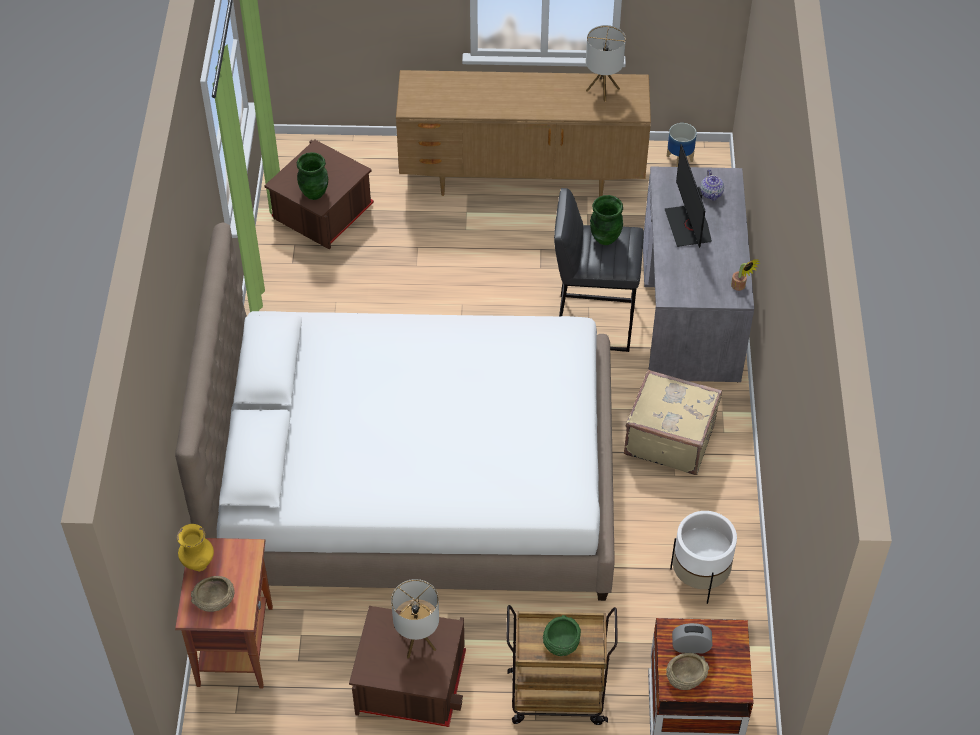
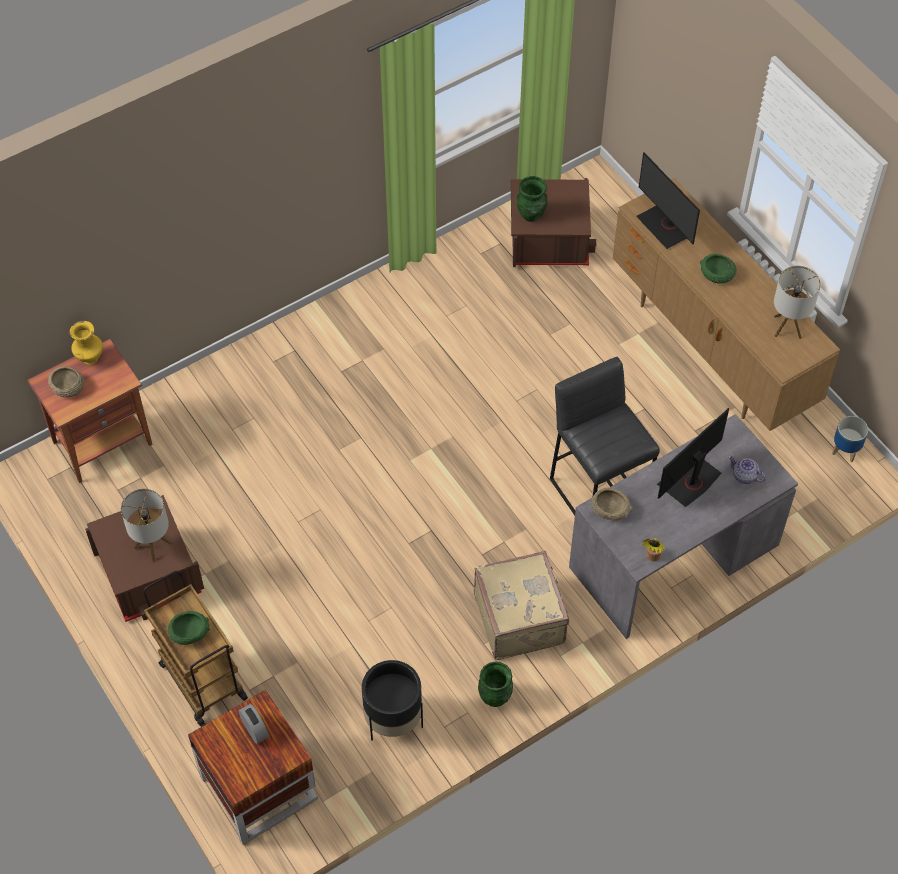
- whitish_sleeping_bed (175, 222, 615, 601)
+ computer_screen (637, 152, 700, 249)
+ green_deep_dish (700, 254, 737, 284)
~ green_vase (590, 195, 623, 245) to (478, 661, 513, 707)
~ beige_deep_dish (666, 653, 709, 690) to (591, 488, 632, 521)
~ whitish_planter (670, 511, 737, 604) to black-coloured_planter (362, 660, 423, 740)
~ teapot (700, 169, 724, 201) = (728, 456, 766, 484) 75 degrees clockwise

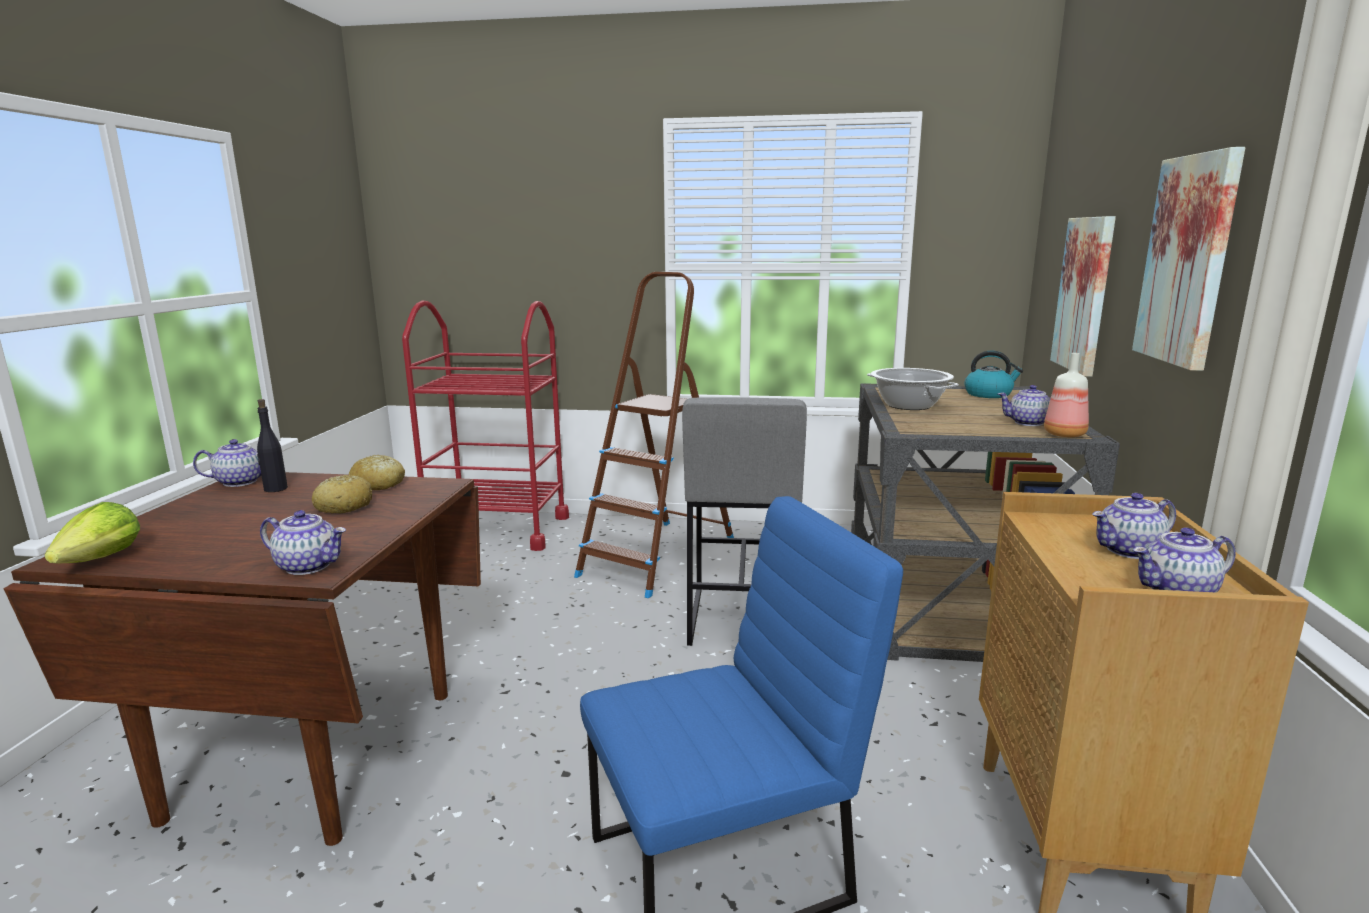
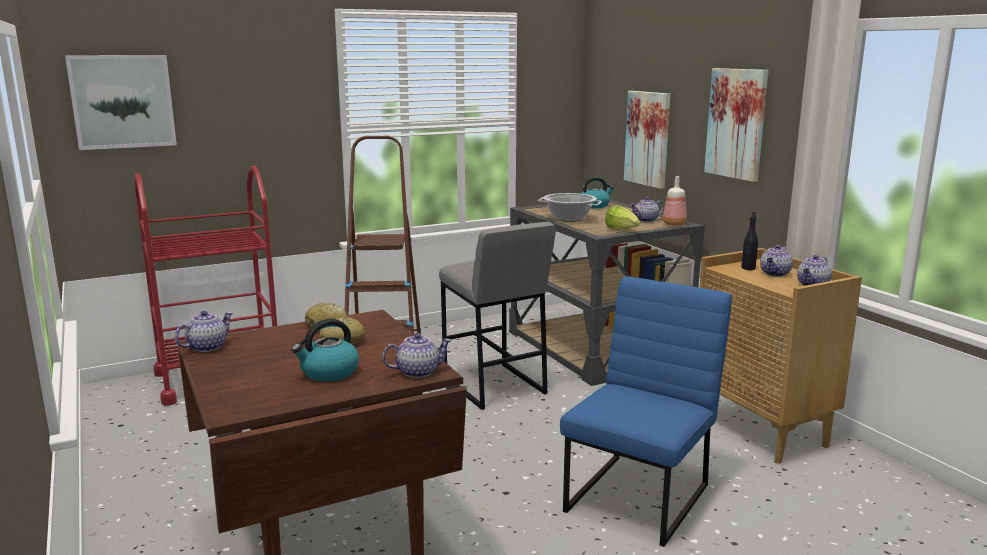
+ wall_picture (65, 55, 177, 150)
+ water_kettle (291, 319, 359, 381)
~ head_of_lettuce (44, 502, 140, 564) to (605, 206, 640, 230)
~ black-coloured_drink_bottle (257, 399, 288, 492) to (741, 211, 758, 270)

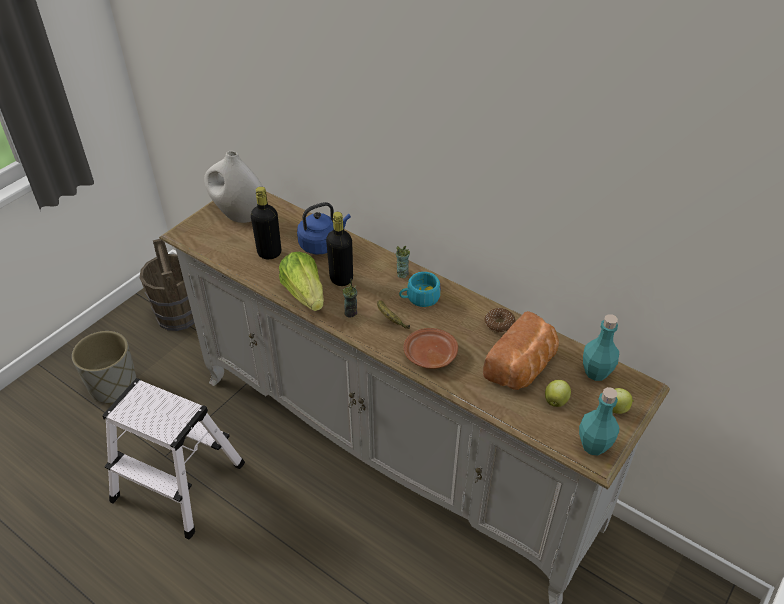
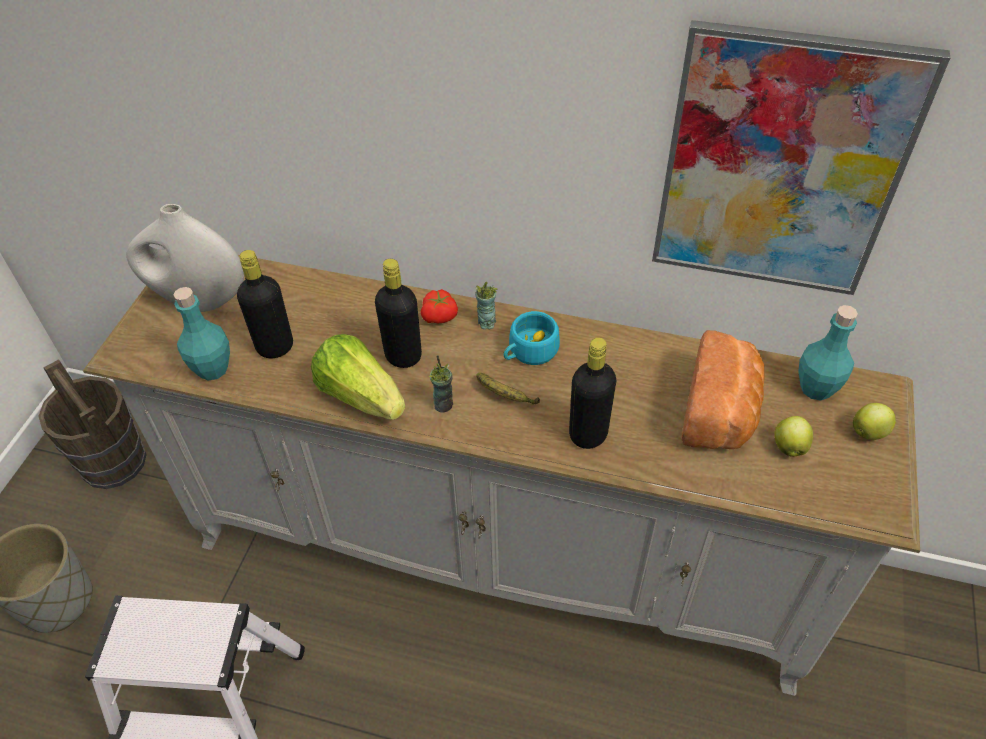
- bluish_water_kettle (297, 202, 351, 254)
- donut (484, 308, 516, 333)
+ fresh_tomato (421, 289, 458, 324)
+ wall_picture (652, 20, 950, 295)
~ turquoise-coloured_drink_bottle (579, 387, 619, 456) to (174, 287, 230, 381)
~ brown-coloured_plate (403, 328, 458, 369) to black-coloured_drink_bottle (569, 338, 616, 449)

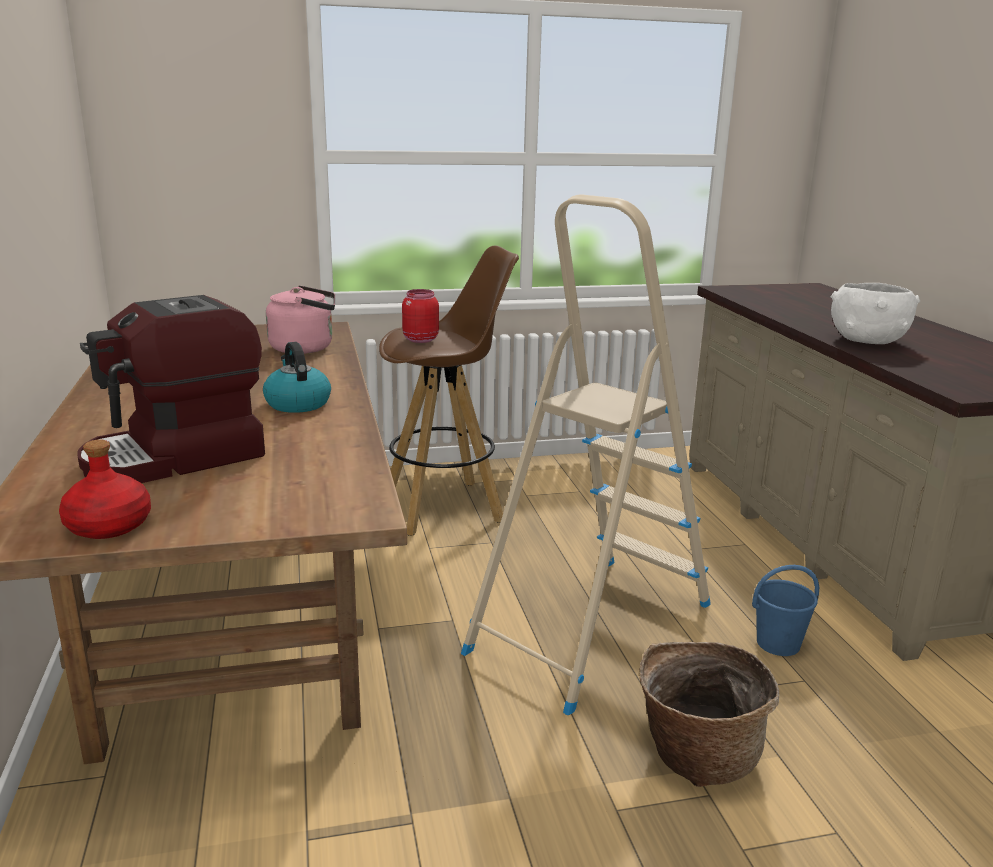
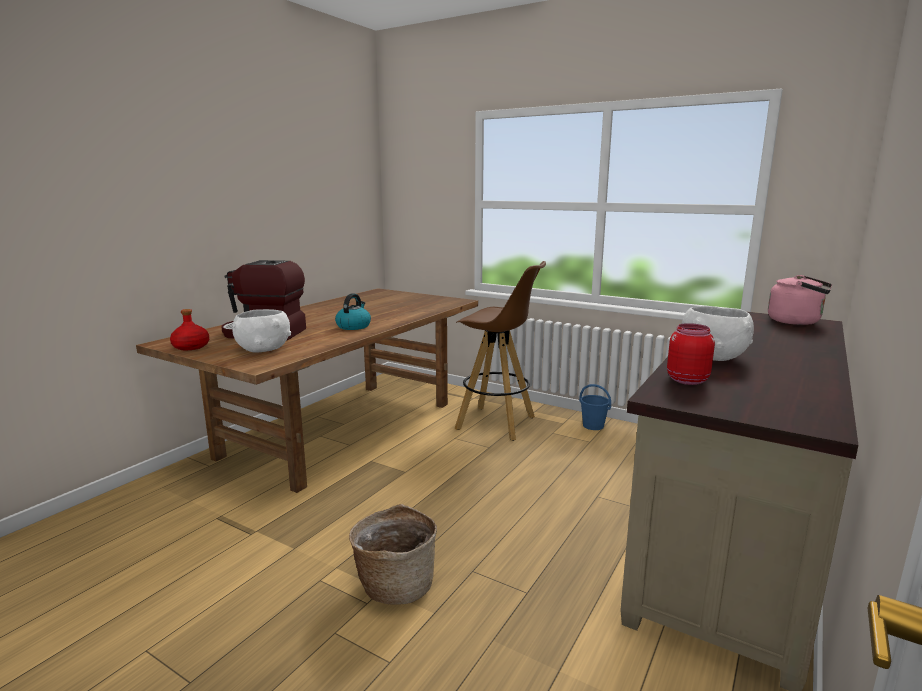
- beige_step_ladder (461, 194, 711, 715)
+ whitish_deep_dish (233, 309, 291, 352)
~ pink_water_kettle (266, 286, 335, 354) to (768, 275, 832, 325)
~ red_storage_jar (402, 289, 439, 343) to (667, 323, 715, 385)
~ bluish_bucket (752, 565, 819, 656) to (579, 384, 611, 430)

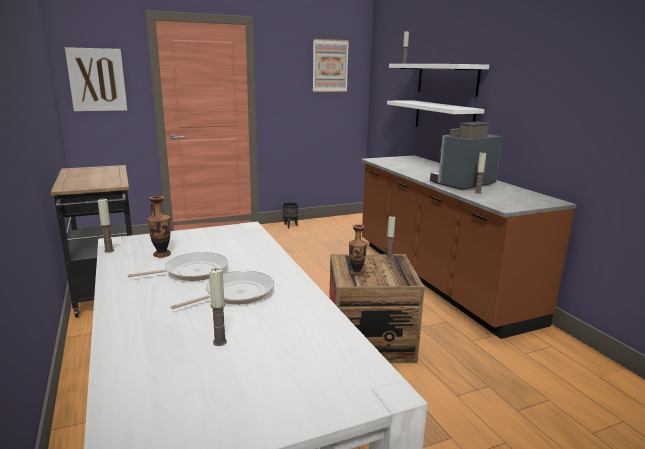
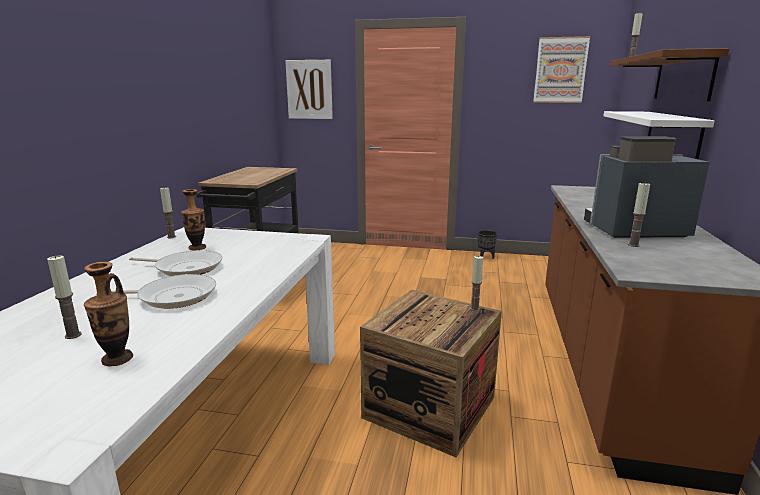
~ vase (349, 224, 367, 276) to (84, 262, 133, 366)
~ whitish_shelf (389, 64, 489, 97) to brown-coloured_shelf (610, 48, 730, 101)

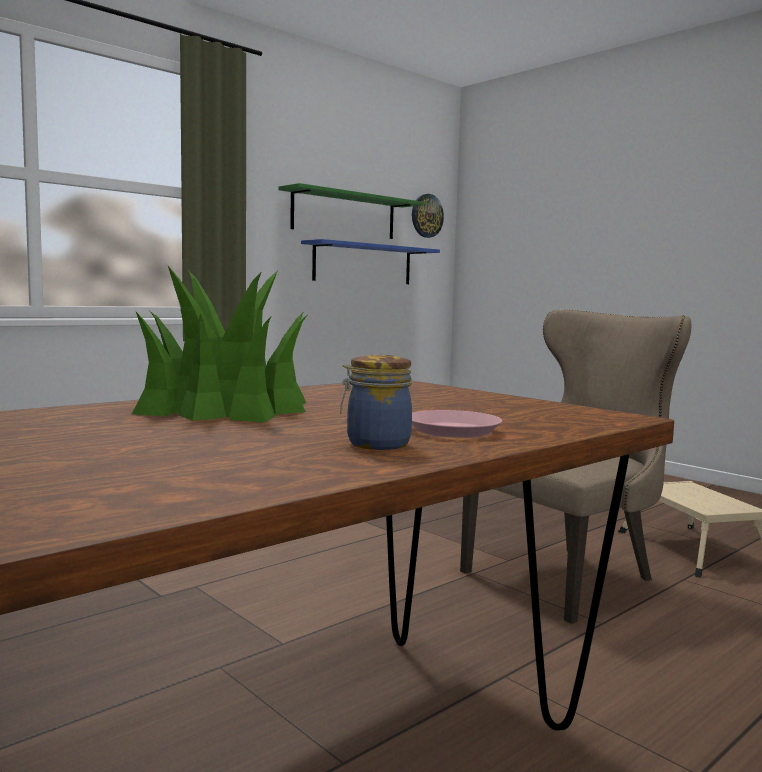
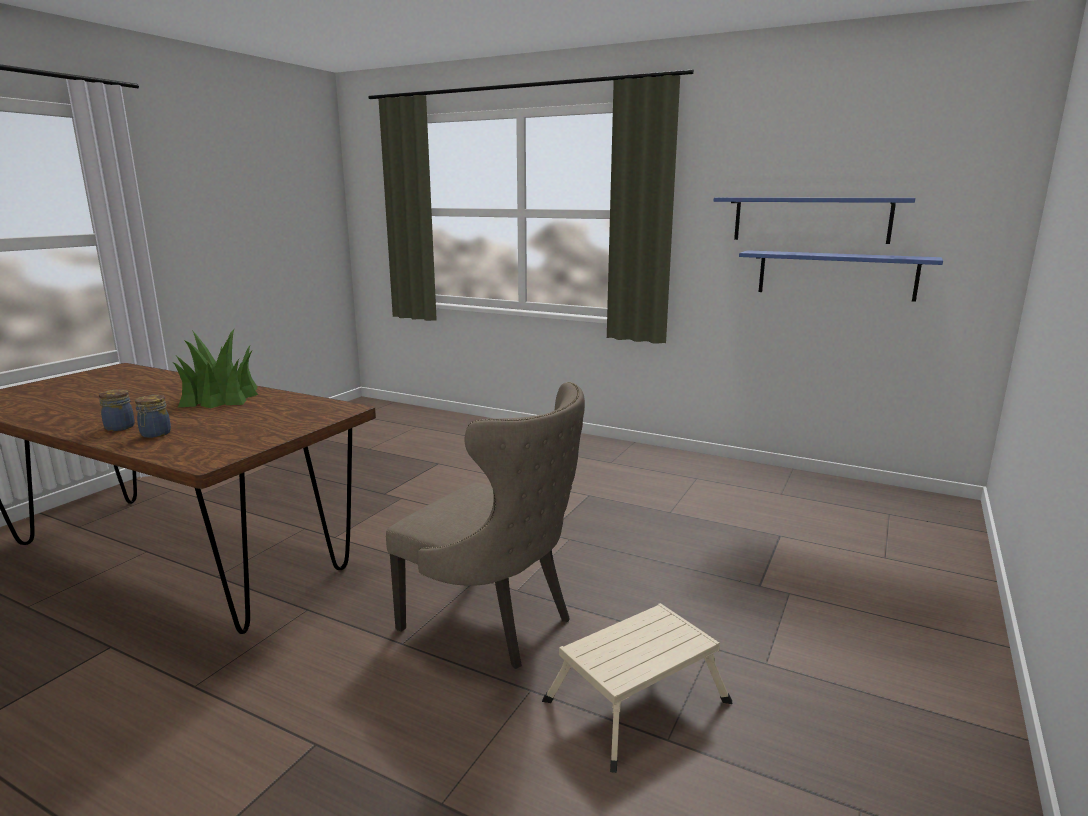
- hanging_clock (412, 194, 444, 238)
~ pink_plate (412, 410, 502, 438) to storage_jar (135, 395, 171, 438)
~ green_shelf (278, 183, 424, 239) to bluish_shelf (714, 197, 915, 244)

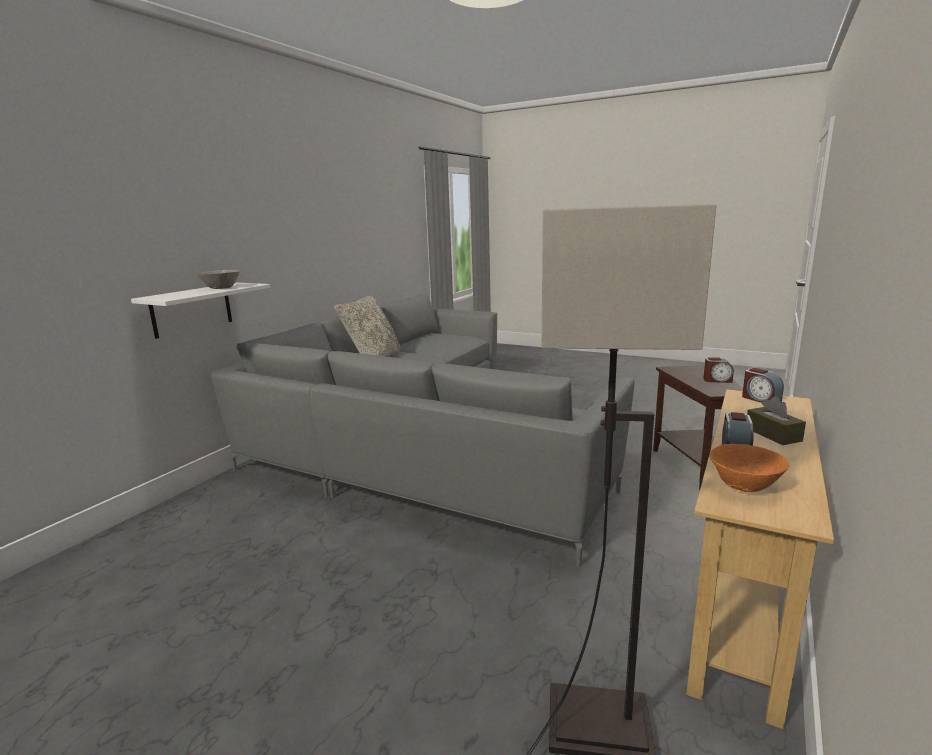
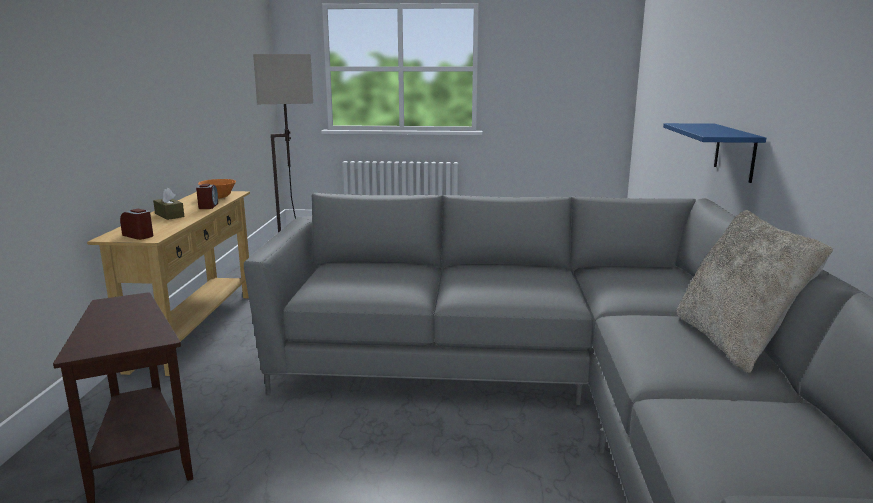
- gray_deep_dish (197, 270, 240, 289)
- alarm_clock (703, 357, 734, 383)
~ whitish_shelf (131, 283, 270, 339) to bluish_shelf (663, 123, 766, 183)

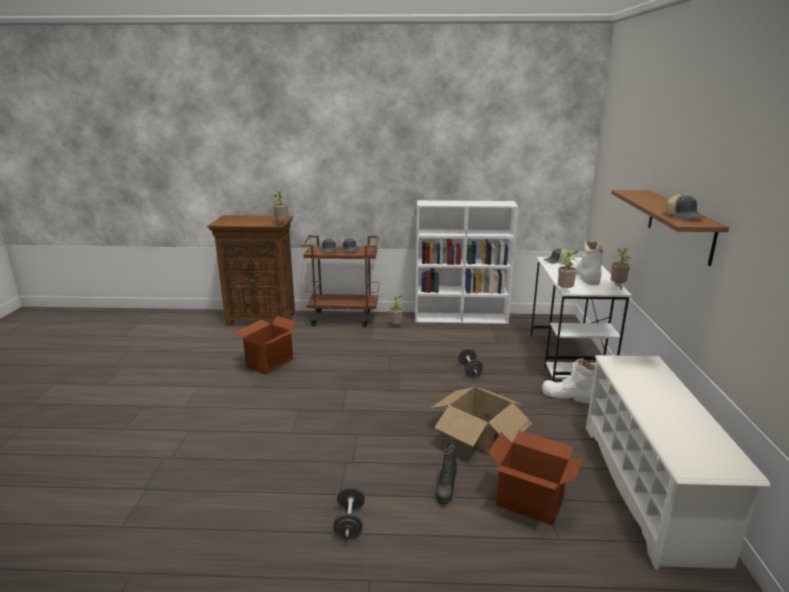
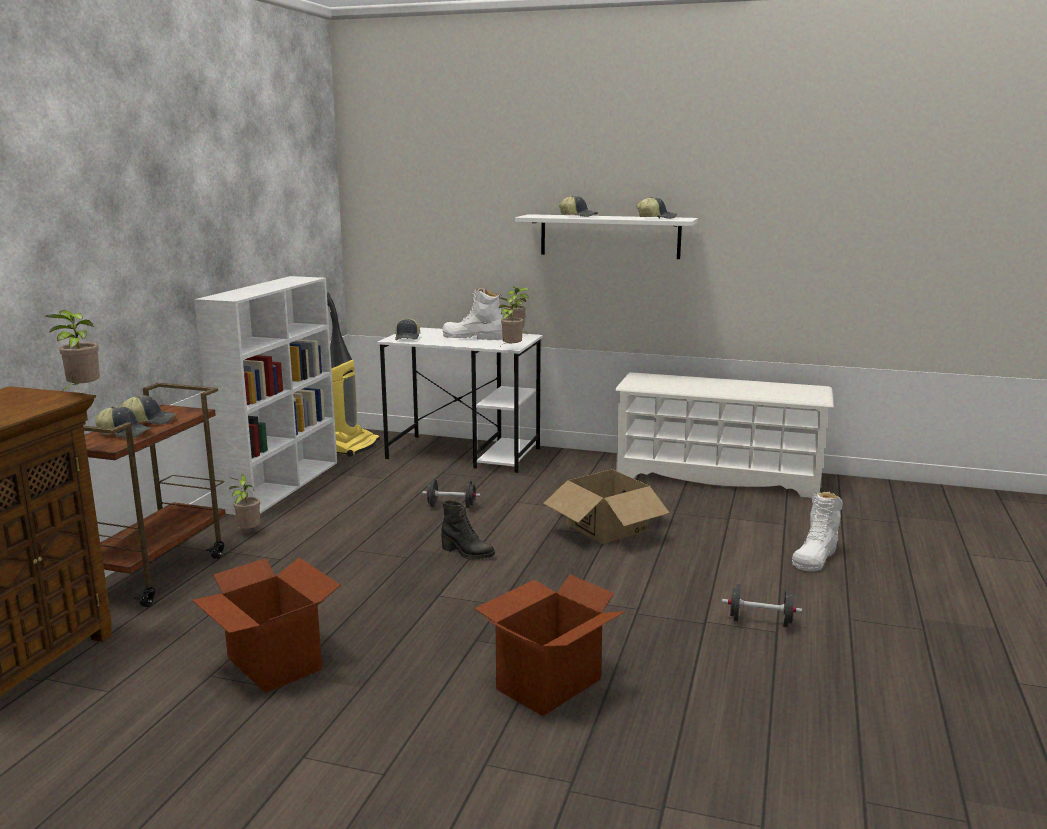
+ vacuum (327, 293, 380, 457)
+ baseball_cap (559, 195, 598, 217)
~ black-coloured_high-top_boot (435, 441, 457, 505) to (441, 501, 495, 559)
~ carton (488, 431, 584, 526) to (474, 574, 625, 716)
~ whitish_high-top_boot (542, 358, 595, 403) to (792, 492, 843, 572)
~ brown-coloured_shelf (611, 190, 729, 266) to whitish_shelf (515, 214, 698, 259)

